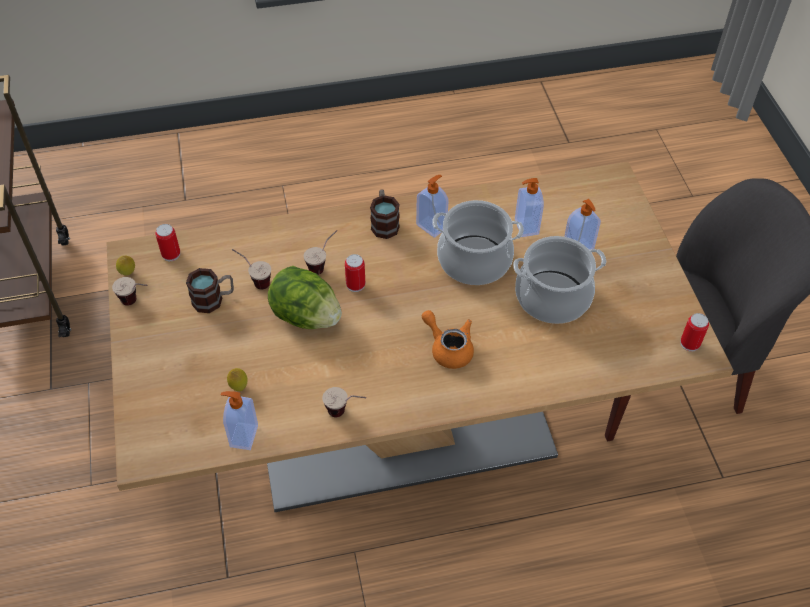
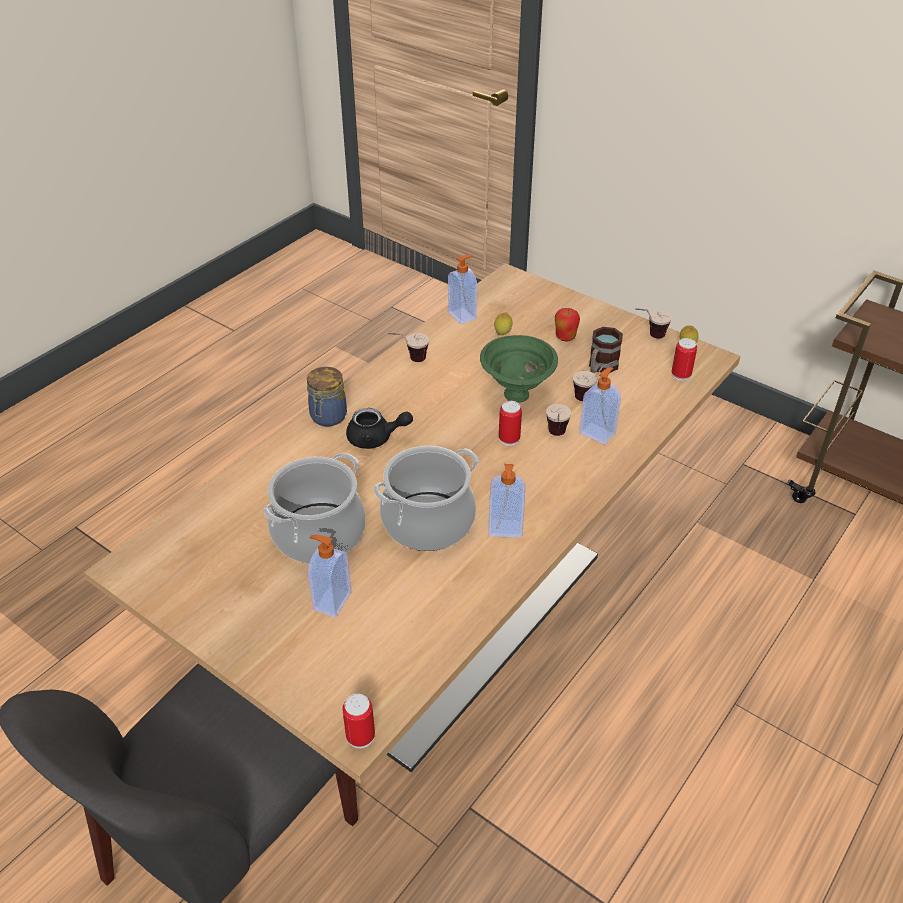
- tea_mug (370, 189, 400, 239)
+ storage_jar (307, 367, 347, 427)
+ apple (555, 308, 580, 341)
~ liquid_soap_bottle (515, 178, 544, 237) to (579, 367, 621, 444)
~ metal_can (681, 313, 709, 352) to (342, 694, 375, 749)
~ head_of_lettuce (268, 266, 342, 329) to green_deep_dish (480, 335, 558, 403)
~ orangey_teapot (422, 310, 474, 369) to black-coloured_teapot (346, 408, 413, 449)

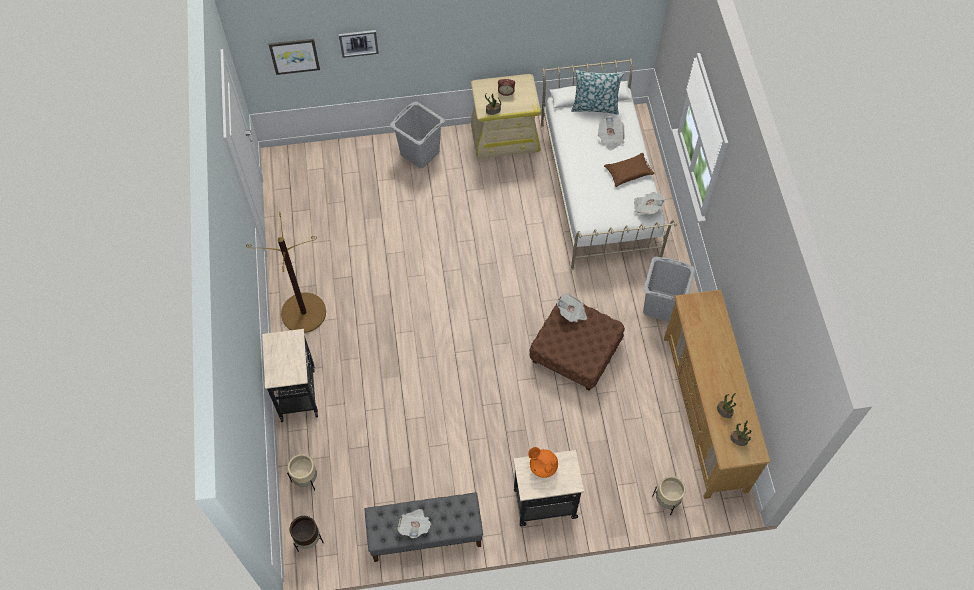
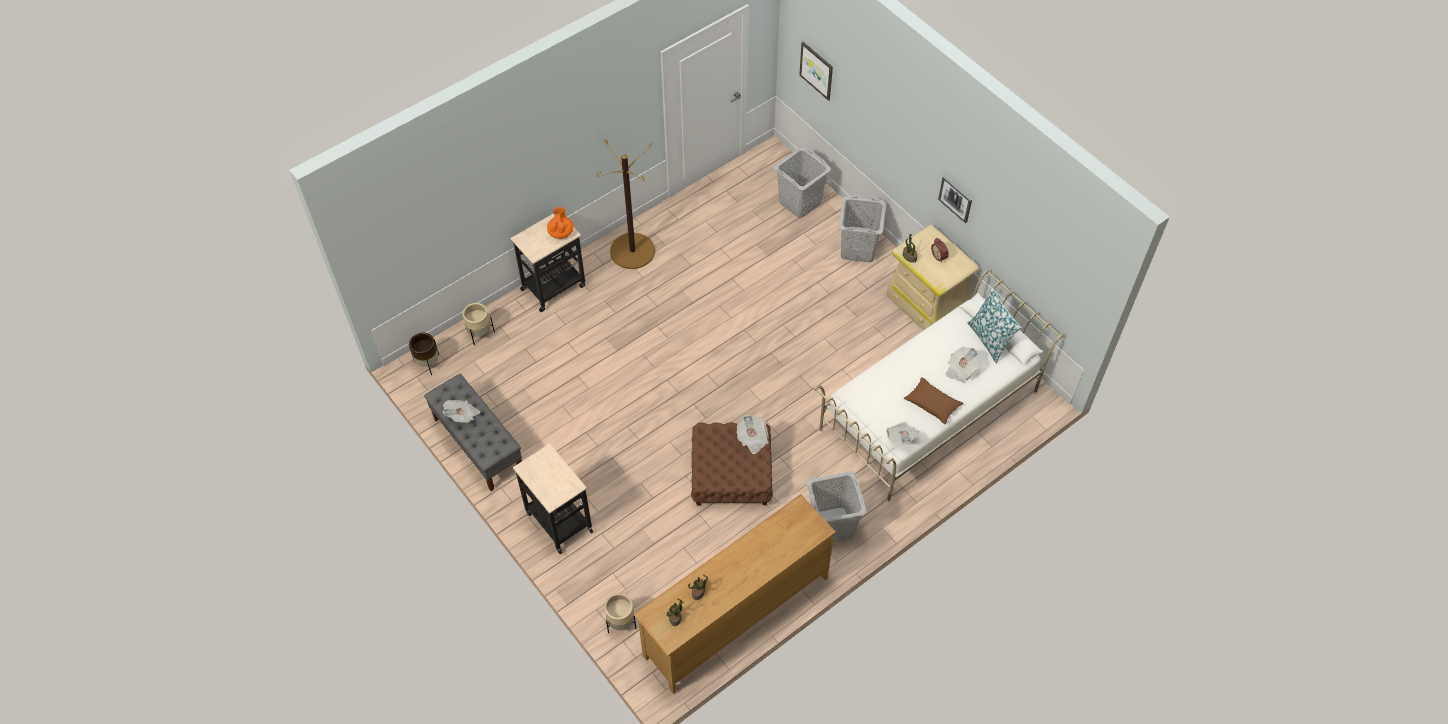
+ gray_washing_basket (774, 147, 831, 218)
~ wall_picture (339, 30, 379, 58) to (938, 176, 972, 223)
~ orangey_teapot (528, 447, 558, 478) to (547, 207, 573, 239)

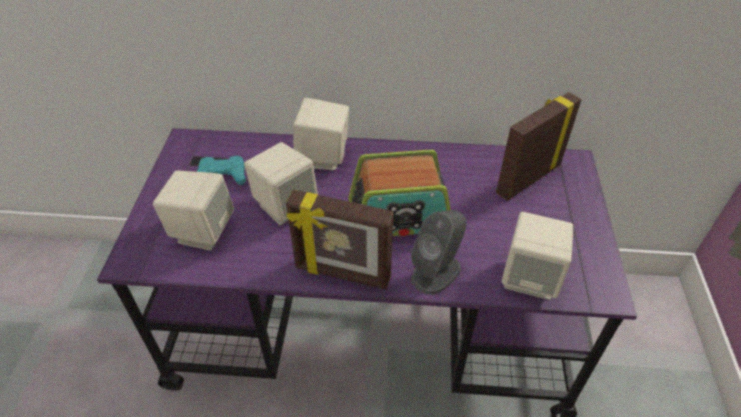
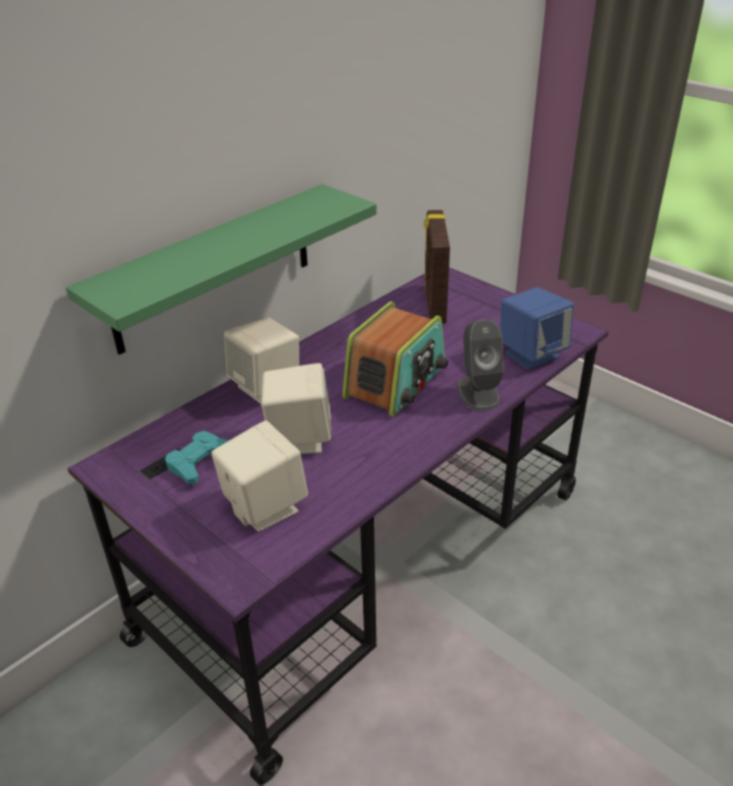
- standing_frame (286, 190, 394, 290)
+ green_shelf (66, 184, 377, 355)
~ beige_loudspeaker (502, 212, 573, 300) to bluish_loudspeaker (500, 287, 574, 370)

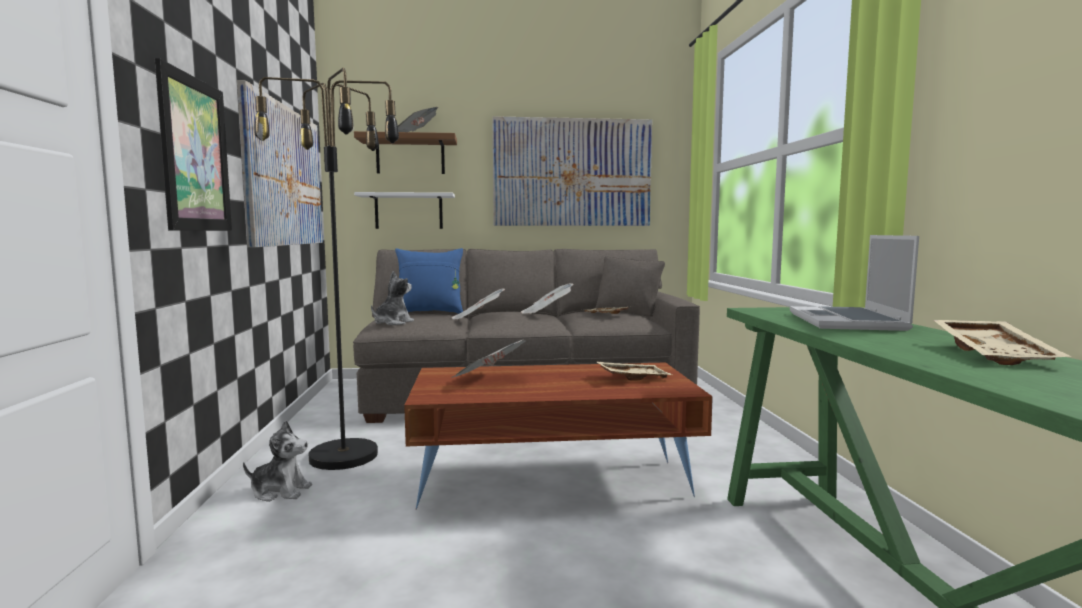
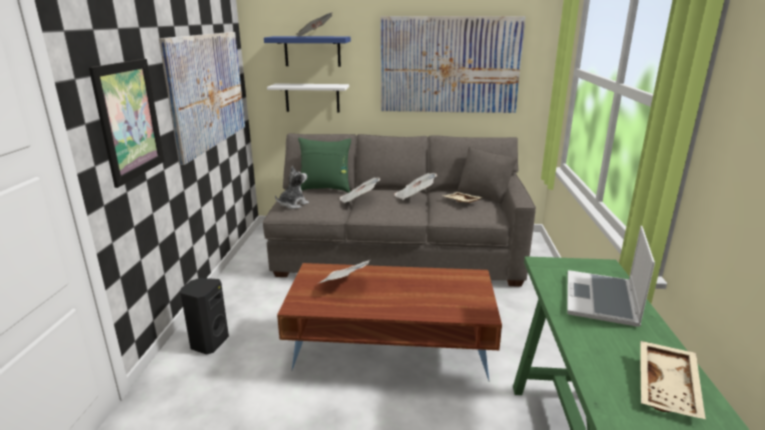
- standing_lamp (254, 68, 399, 470)
- beige_carrying_tray (595, 361, 672, 381)
~ plush_toy (243, 420, 312, 502) to black-coloured_loudspeaker (181, 278, 229, 355)
~ brown-coloured_shelf (354, 131, 457, 174) to bluish_shelf (264, 36, 351, 67)
~ bluish_pillow (395, 248, 463, 314) to green_pillow (298, 138, 351, 193)

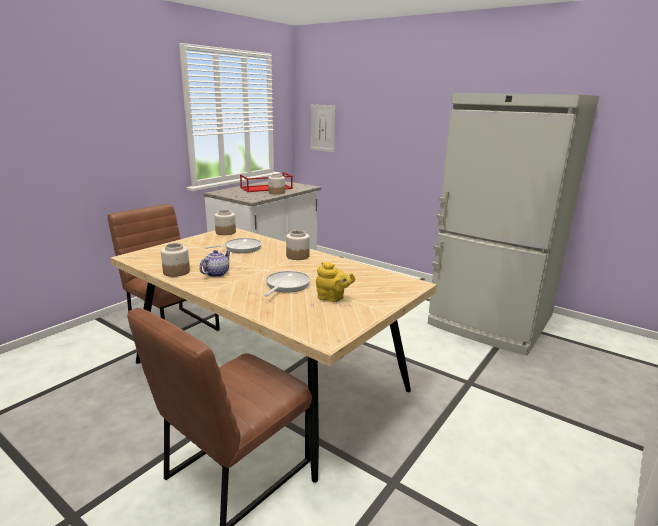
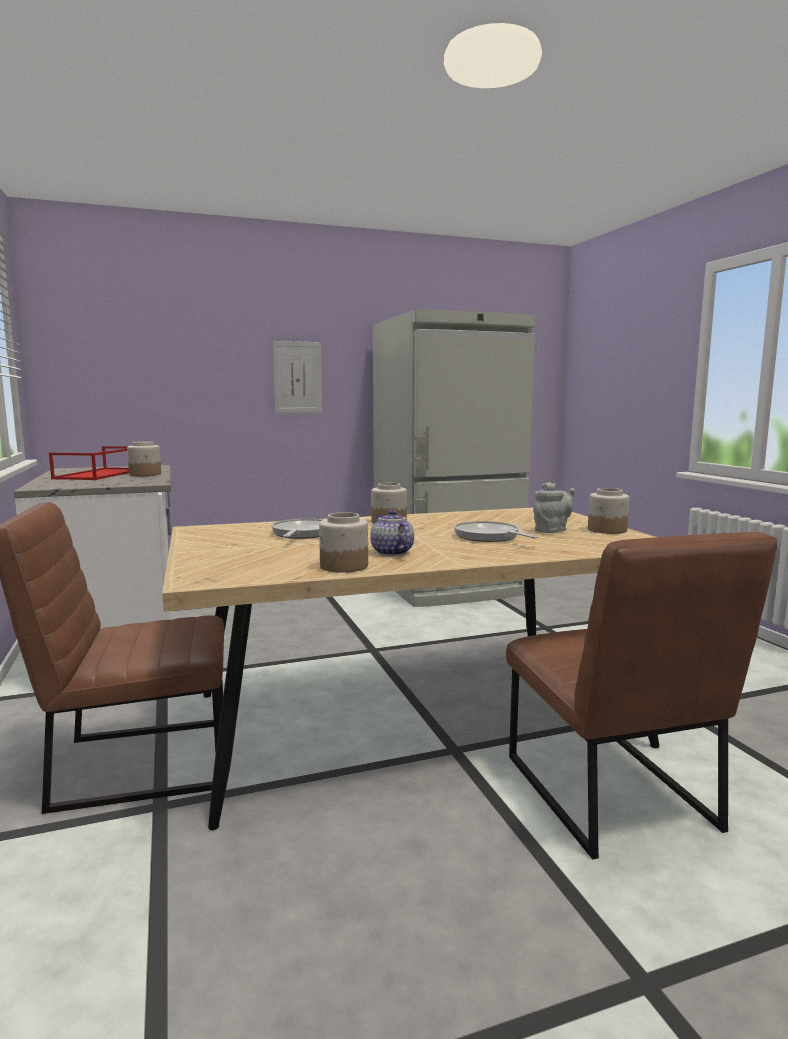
~ storage_jar (214, 210, 236, 235) to (588, 488, 629, 534)
~ wall_picture (310, 105, 336, 152) to (273, 341, 322, 413)
~ yellow-coloured_teapot (316, 262, 355, 302) to gray_teapot (533, 482, 575, 533)

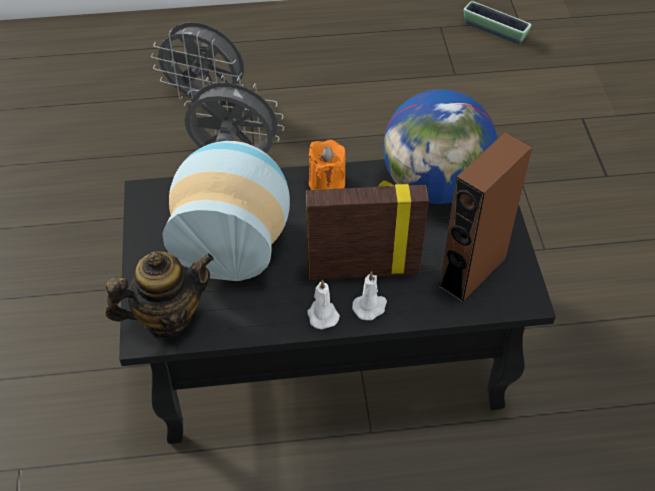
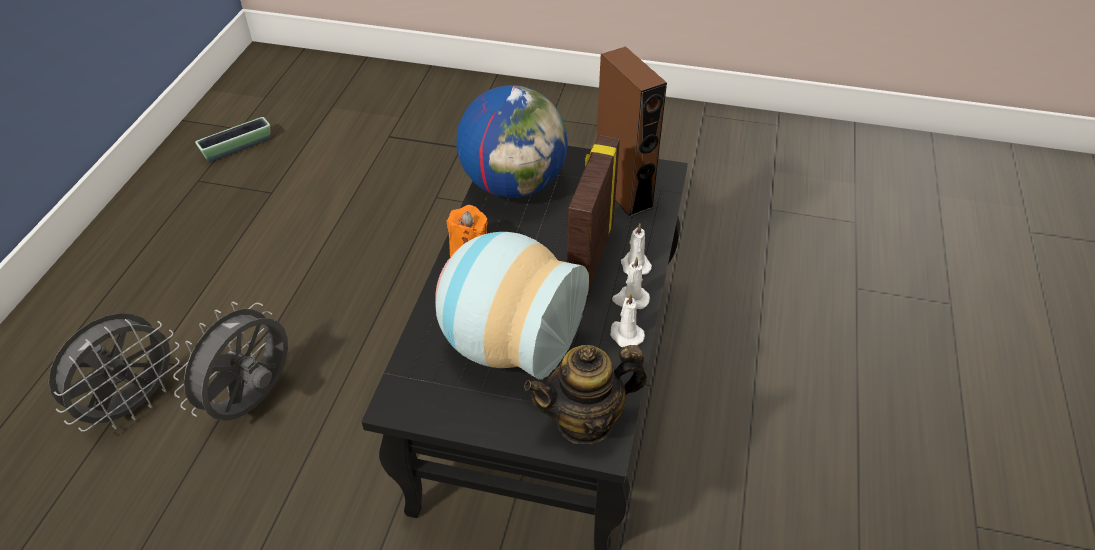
+ whitish_wax_candle (610, 294, 645, 347)
~ teapot (106, 251, 214, 337) = (524, 345, 647, 444) 105 degrees counterclockwise

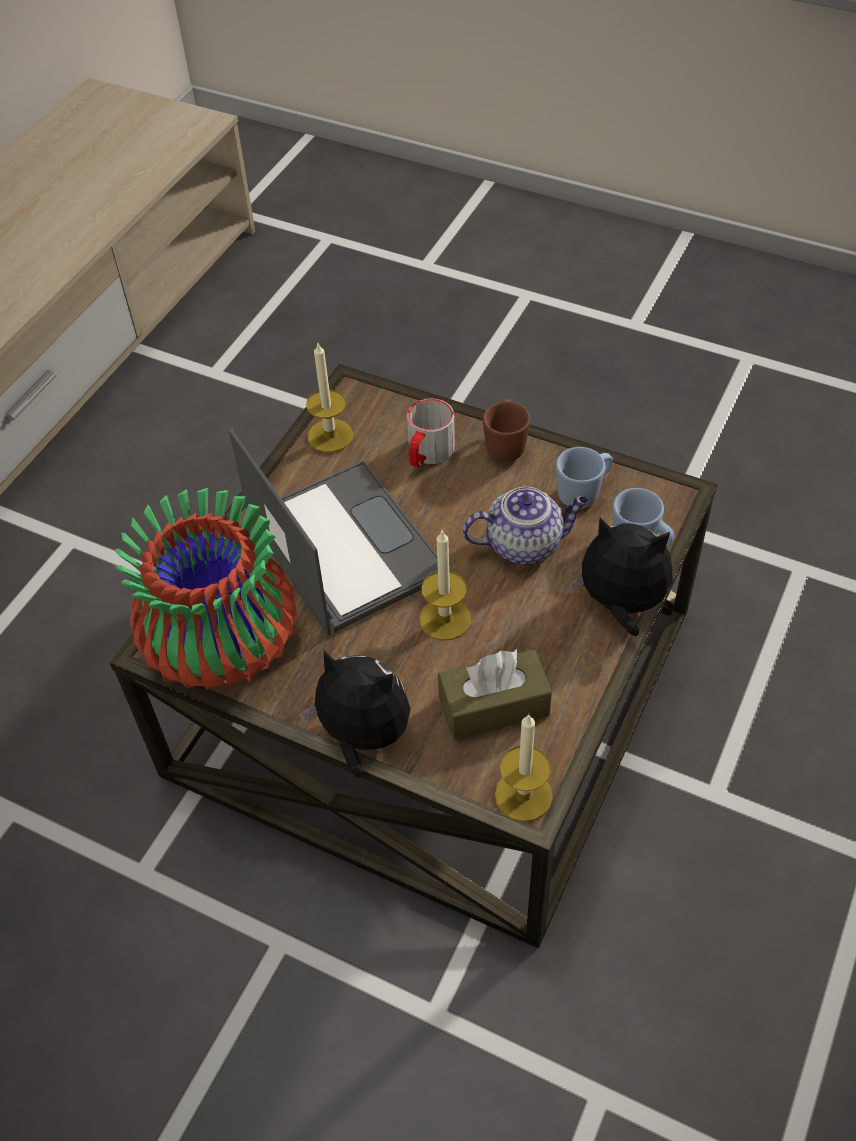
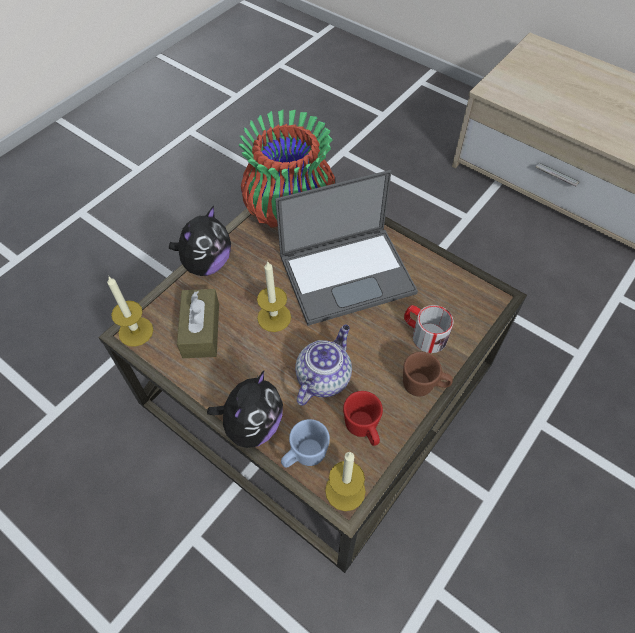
~ wax_candle (306, 341, 353, 452) to (325, 452, 366, 511)
~ bluish_tea_mug (556, 447, 613, 509) to red_tea_mug (343, 391, 383, 446)
~ teapot (462, 487, 589, 564) = (295, 325, 352, 406) 150 degrees counterclockwise

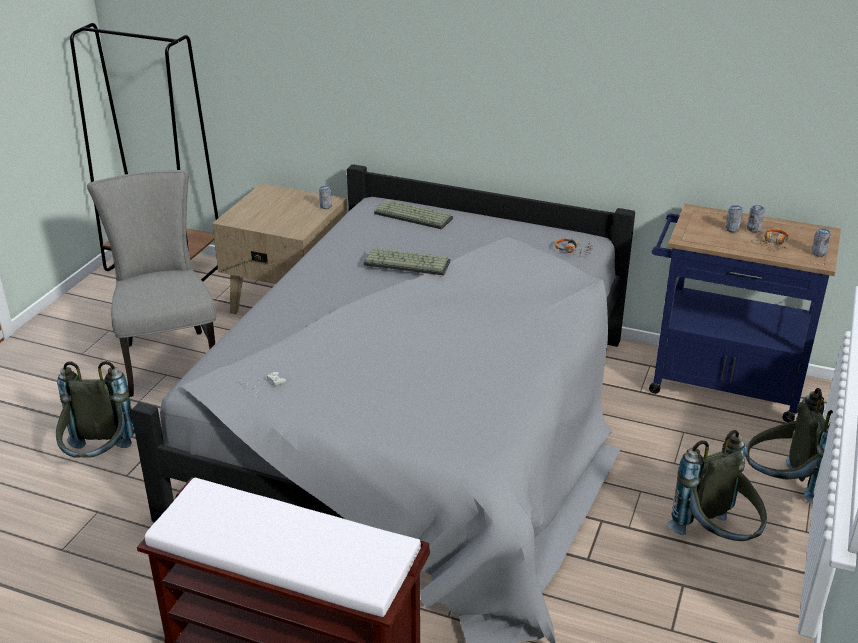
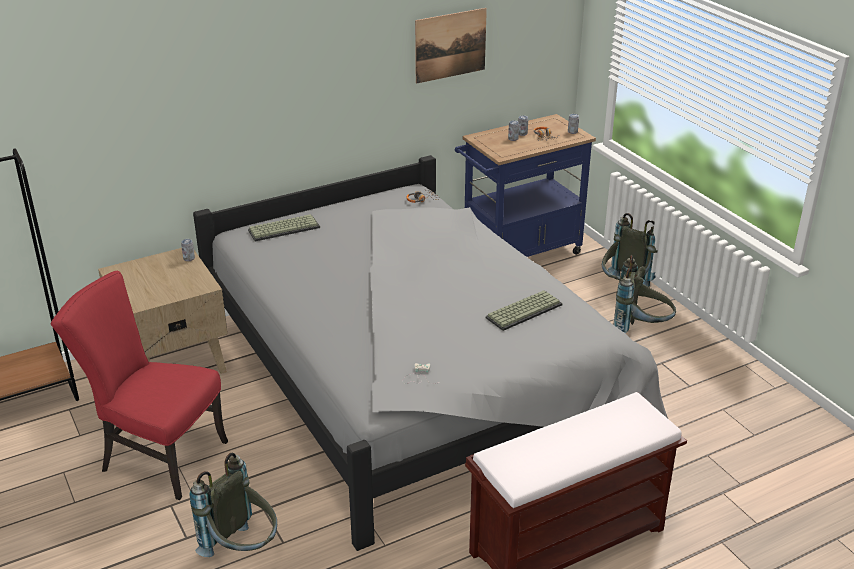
+ wall_picture (415, 8, 487, 84)
~ computer_keyboard (363, 248, 451, 276) to (486, 290, 563, 331)
~ gray_chair (87, 170, 217, 397) to red_chair (51, 271, 228, 500)

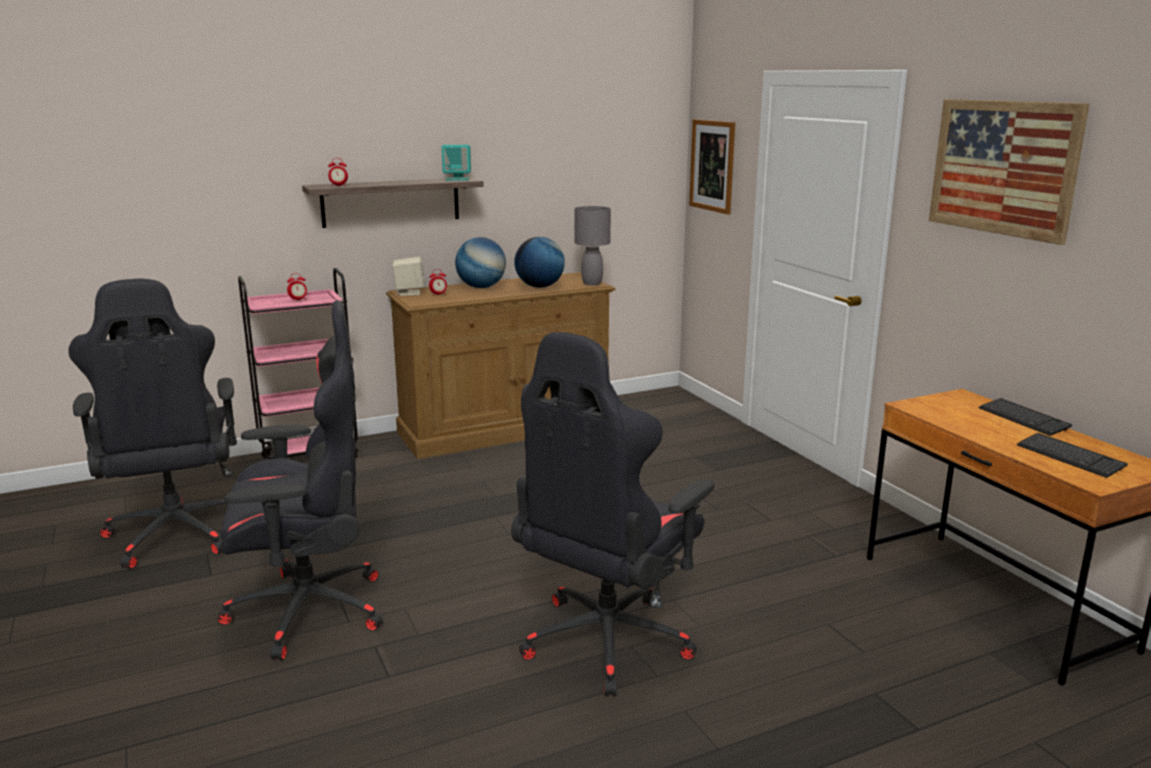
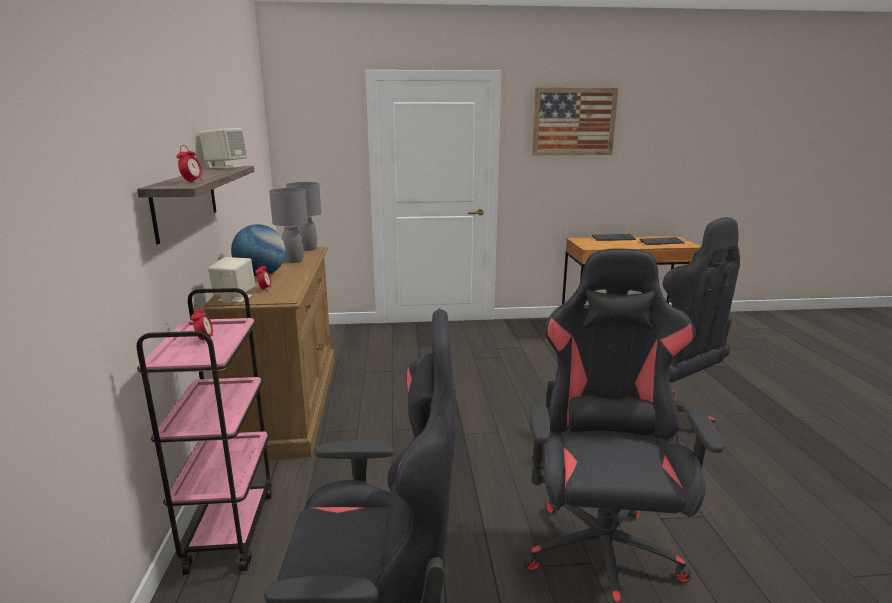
- wall_picture (689, 119, 735, 215)
~ desk_globe (514, 237, 565, 288) to gray_tabletop_lamp (269, 188, 308, 263)
~ turquoise-coloured_loudspeaker (442, 145, 471, 181) to beige_loudspeaker (199, 128, 247, 169)

